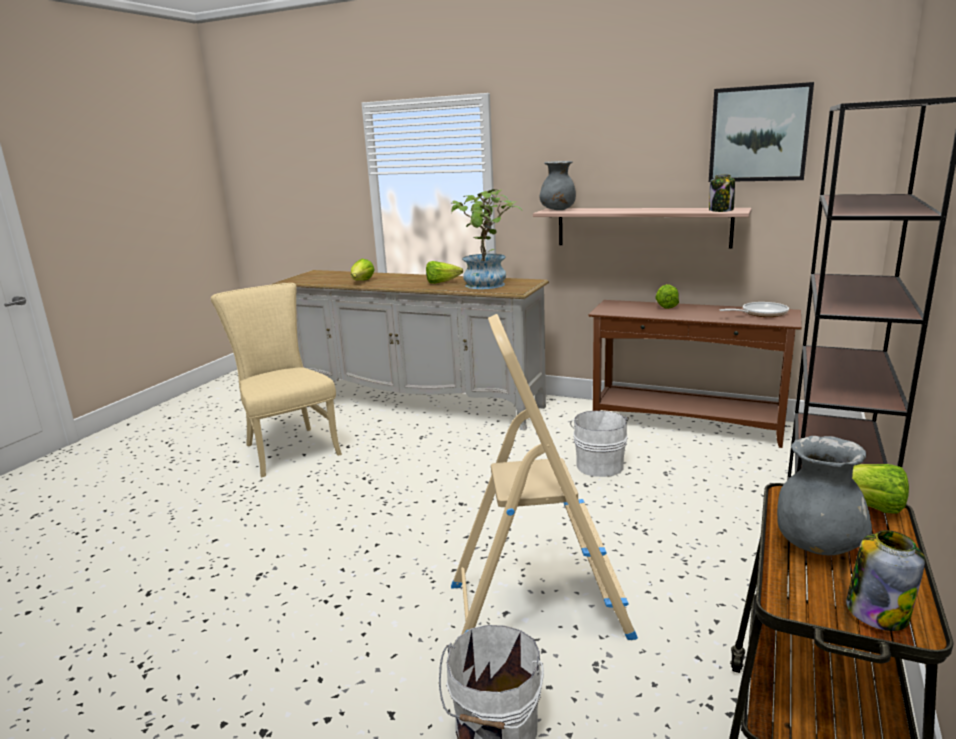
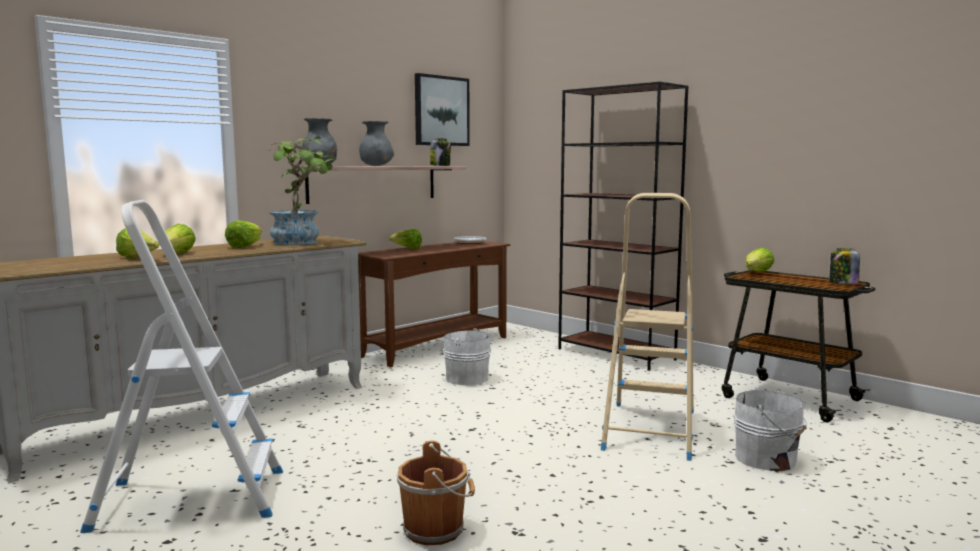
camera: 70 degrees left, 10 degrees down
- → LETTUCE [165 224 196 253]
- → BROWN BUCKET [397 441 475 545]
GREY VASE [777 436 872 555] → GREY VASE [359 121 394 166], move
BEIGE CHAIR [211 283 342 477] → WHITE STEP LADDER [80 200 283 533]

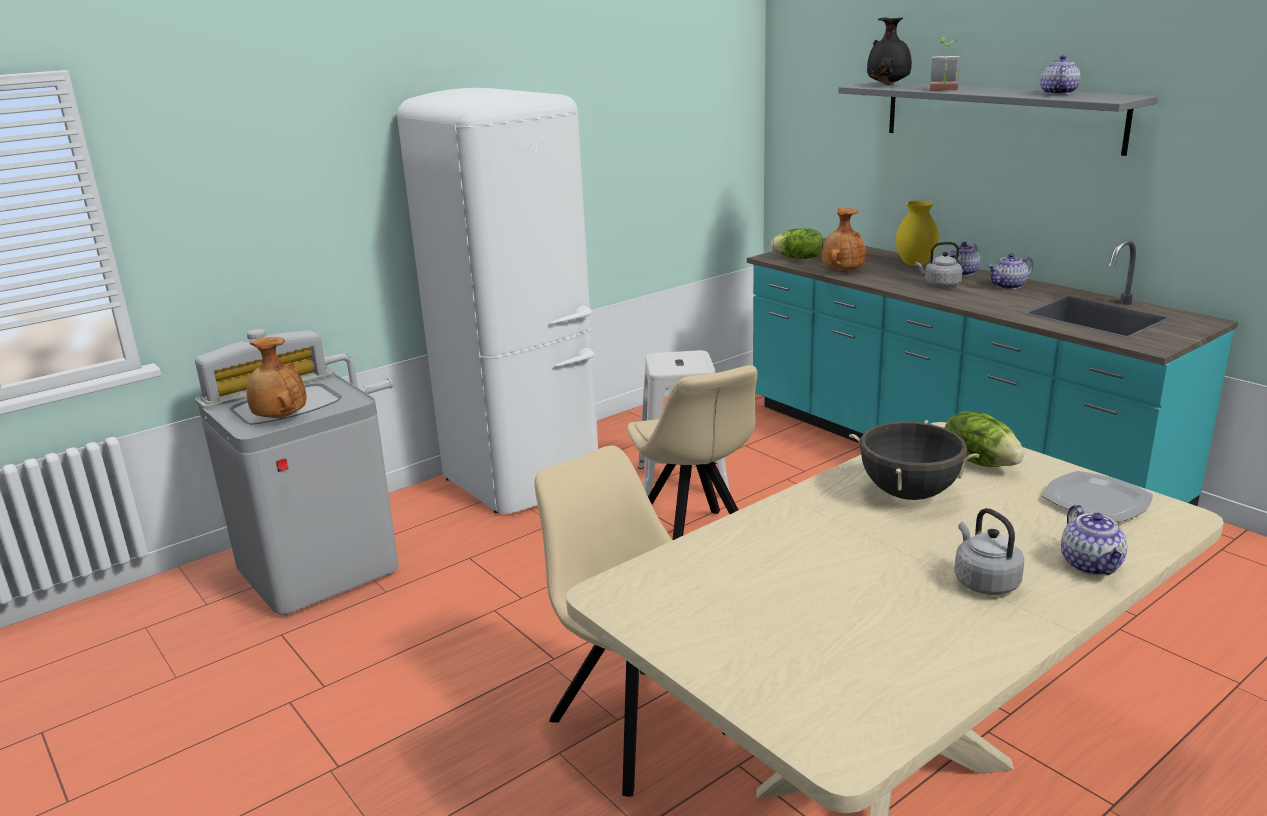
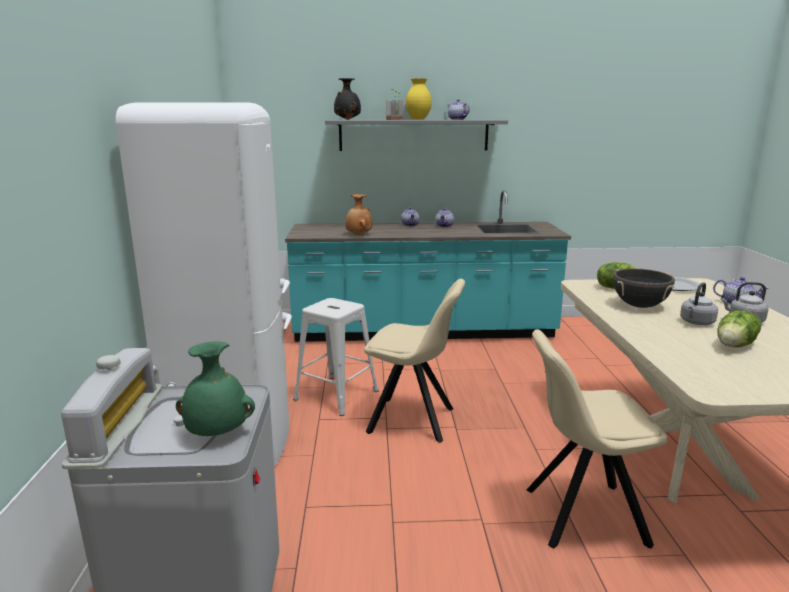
camera: 55 degrees left, 5 degrees down
LETTUCE [770 228 824 259] → LETTUCE [717 310 761 347], move
YELLOW VASE [896 201 939 266] → YELLOW VASE [406 78 432 120], move
GREY KETTLE [915 242 962 288] → GREY KETTLE [680 282 718 325], move
BROWN VASE [247 337 306 418] → GREEN VASE [176 341 255 436]

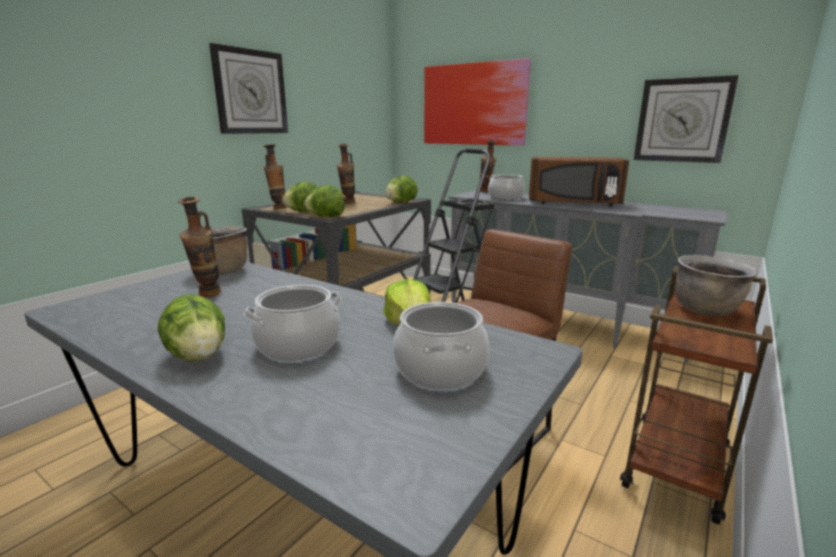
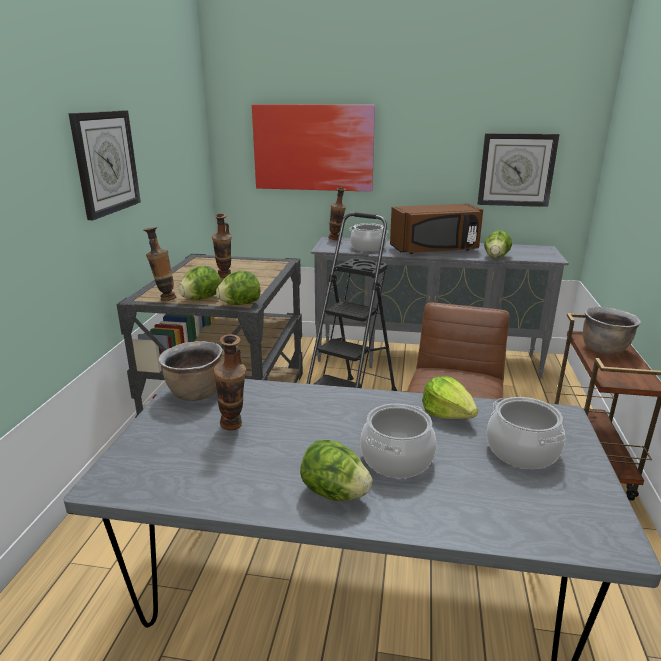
camera: 25 degrees left, 5 degrees up
LETTUCE [385 175 418 203] → LETTUCE [484 230 512 258], move

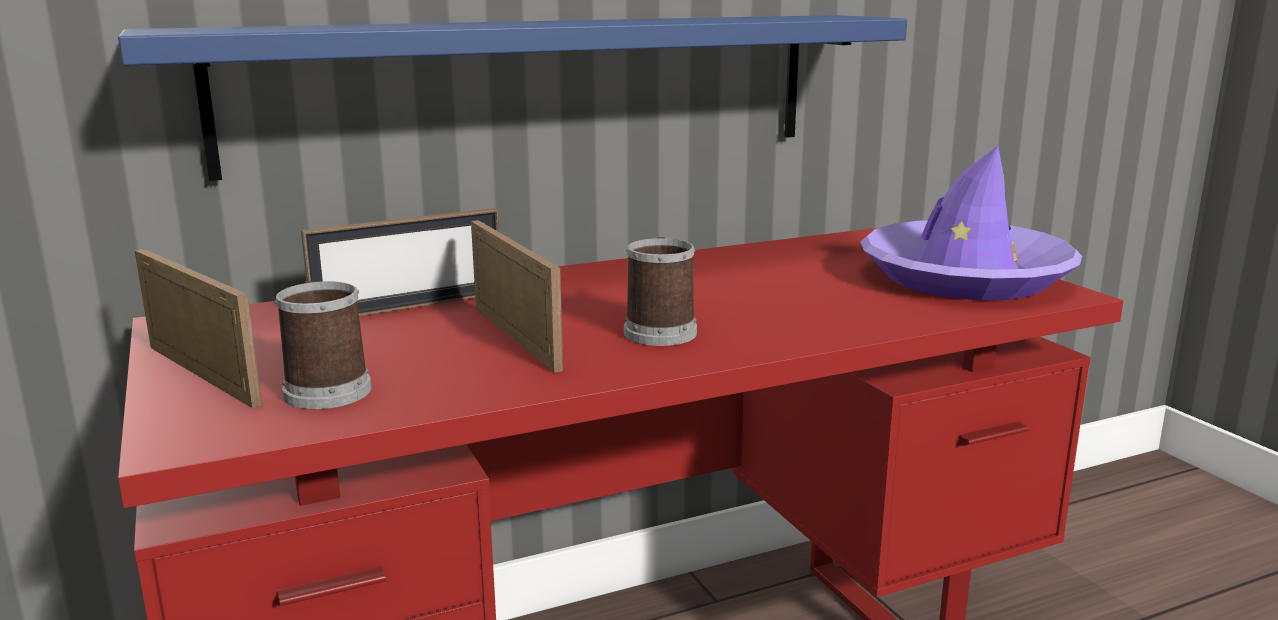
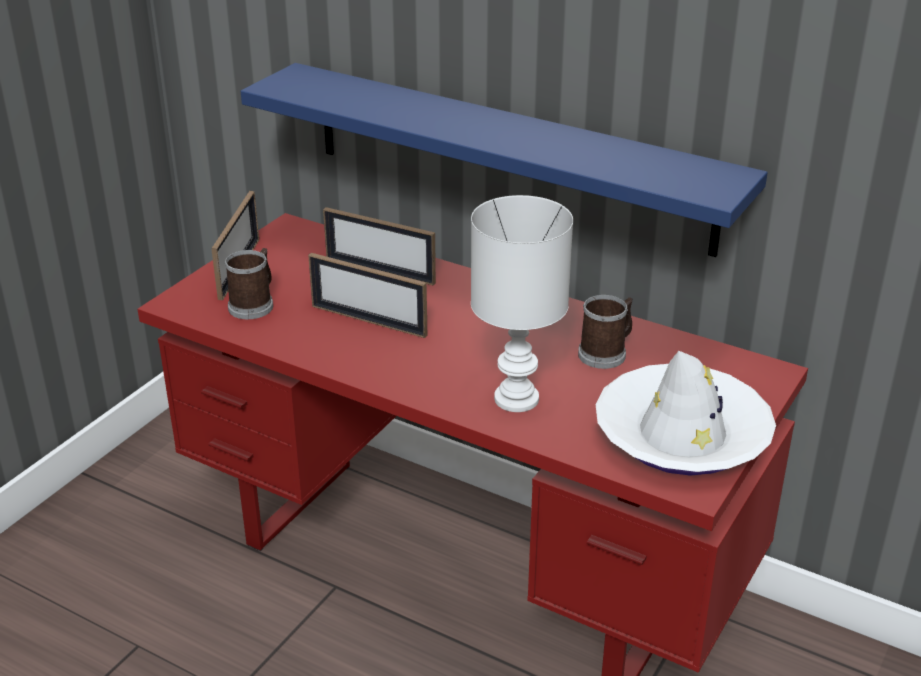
camera: 55 degrees right, 15 degrees up
- → WHITE TABLE LAMP [471 195 573 412]
MUG [624 237 697 346] → MUG [578 295 633 369], move
PURPLE HAT [860 146 1082 300] → WHITE HAT [595 351 776 476]
PICTURE FRAME [471 220 563 373] → PICTURE FRAME [308 253 427 338], 90 degrees clockwise

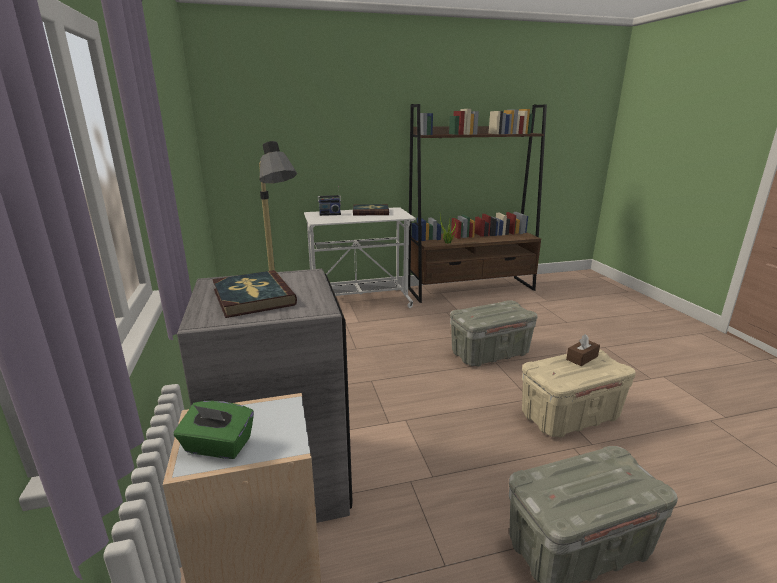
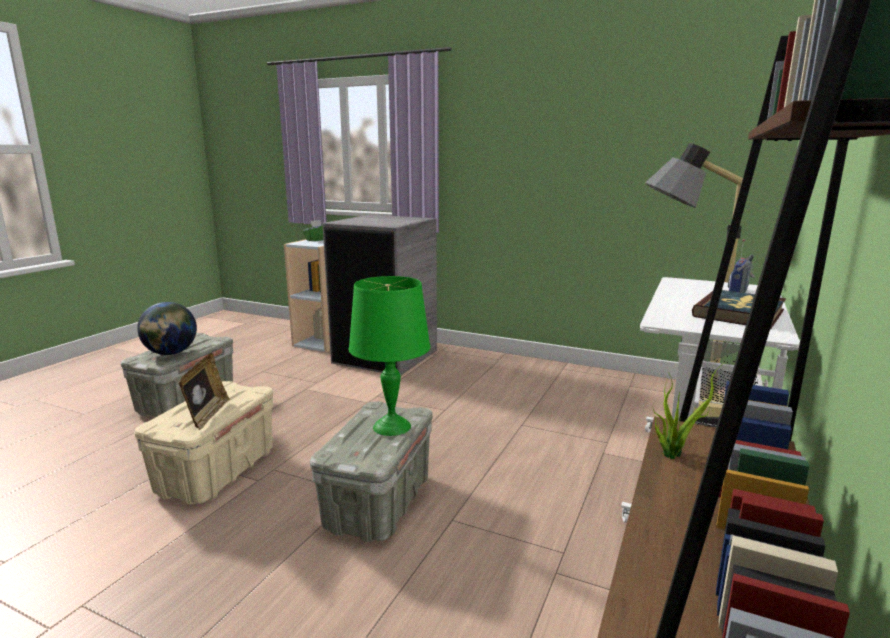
camera: 130 degrees right, 5 degrees down
BOOK [212 270 297 318] → -
- → GLOBE [137 302 197 355]
- → GREEN TABLE LAMP [349 276 430 436]
BROWN TISSUE BOX [566 334 600 366] → PICTURE FRAME [179 353 230 430]

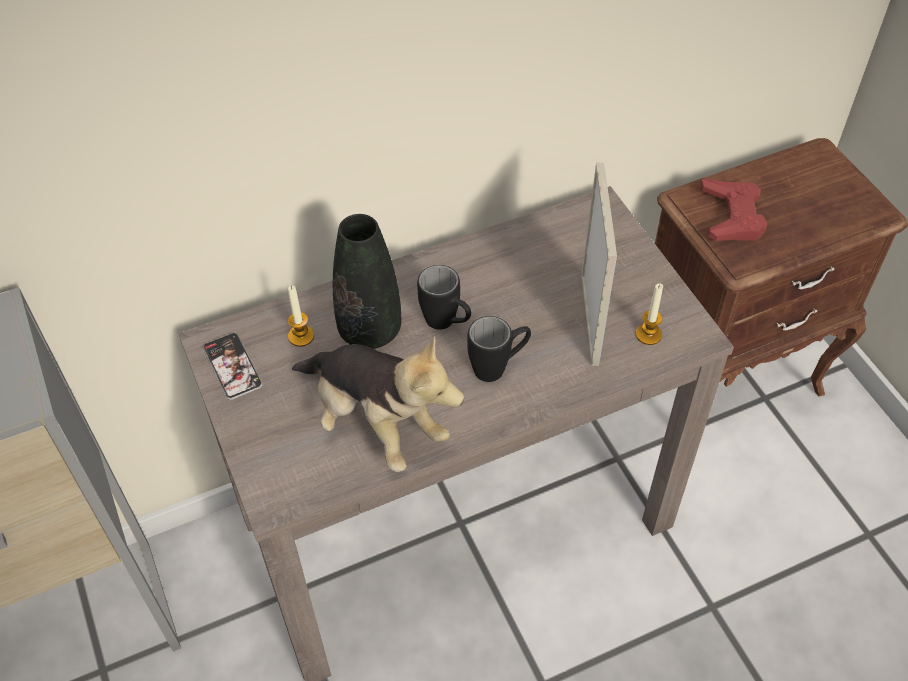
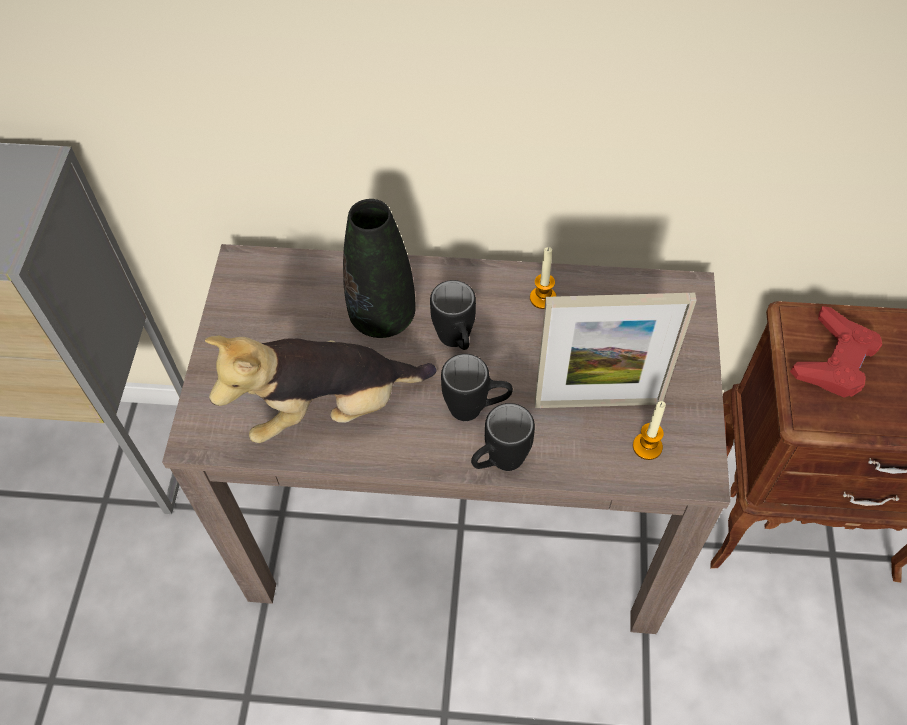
camera: 30 degrees right, 5 degrees up
PHONE [203 333 262 400] → -
- → BLACK MUG [471 403 535 471]
CANDLE [288 286 314 347] → CANDLE [530 247 557 309], move
PLUSH TOY [292 336 464 472] → PLUSH TOY [205 335 436 443], 90 degrees clockwise
PICTURE FRAME [582 162 617 366] → PICTURE FRAME [534 293 697 408], 60 degrees clockwise

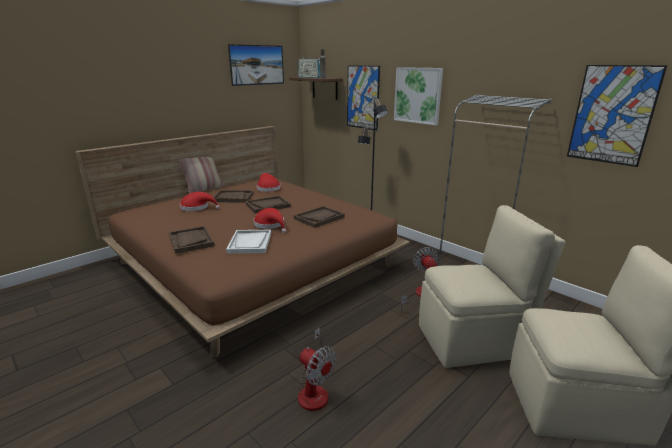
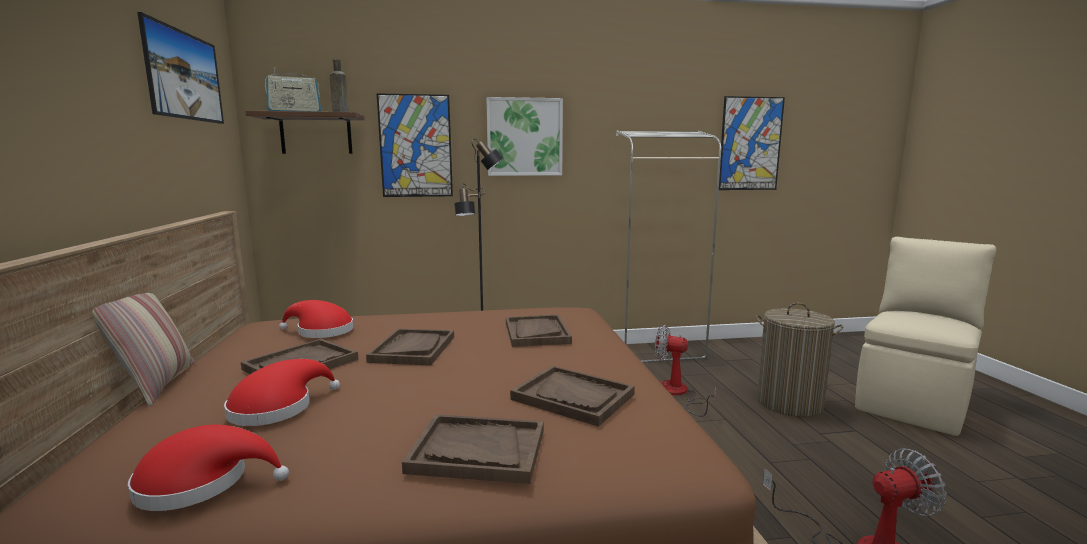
camera: 55 degrees left, 10 degrees down
RED HAT [254 208 286 233] → RED HAT [128 425 289 511], move
BEIGE CHAIR [419 205 566 368] → LAUNDRY BASKET [756 303 844 417]
WHITE TRAY [226 230 271 254] → BROWN TRAY [510 365 635 427]

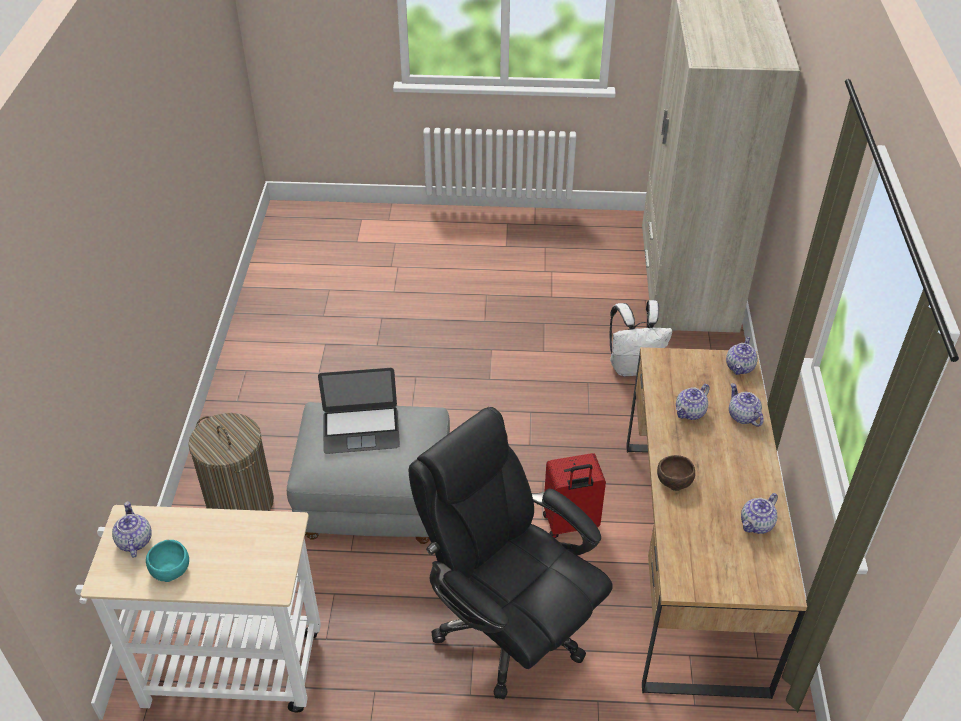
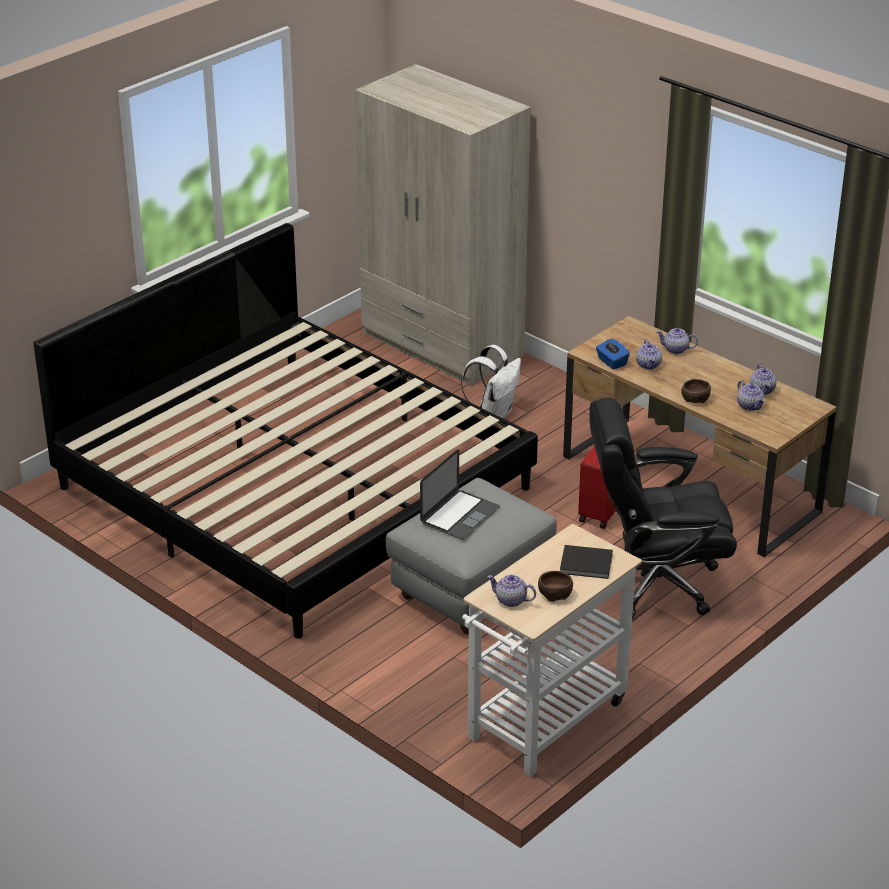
camera: 50 degrees left, 10 degrees down
LAUNDRY BASKET [188 413 274 511] → -
- → BED [33 223 538 639]
- → BLACK BOOK [560 545 613 579]
- → BLUE TISSUE BOX [596 338 630 369]
TEAPOT [726 337 758 375] → TEAPOT [737 380 765 411], move
TURQUOISE BOWL [146 540 189 582] → BROWN BOWL [538 571 573 602]

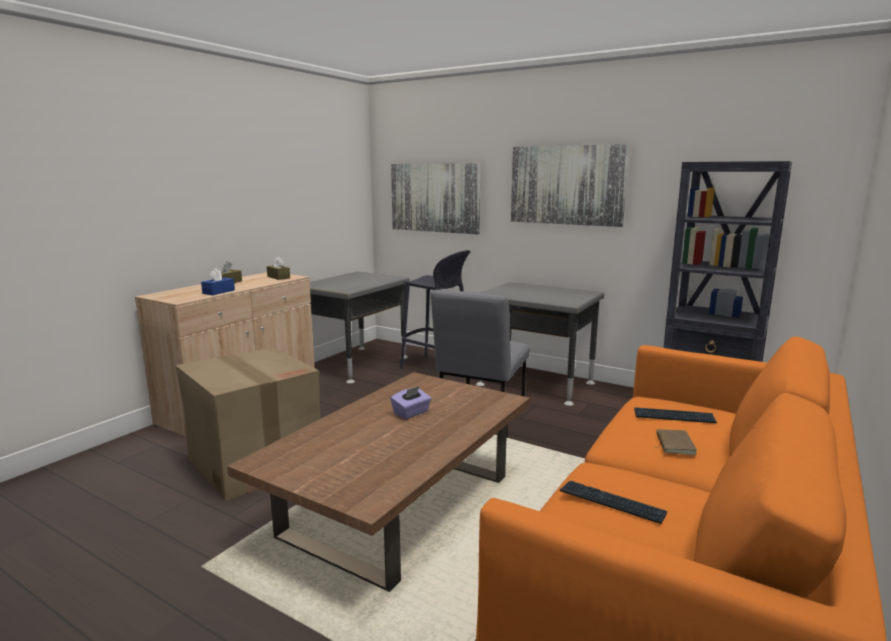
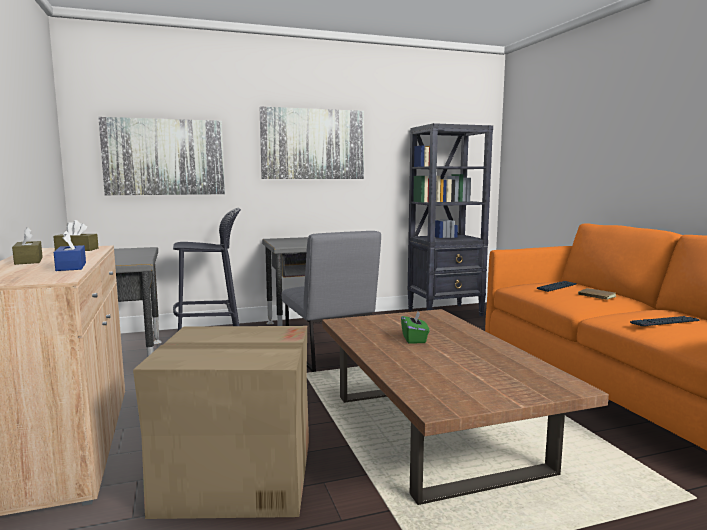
camera: 50 degrees left, 5 degrees down
PURPLE TISSUE BOX [390 386 431 419] → GREEN TISSUE BOX [401 311 429 344]

